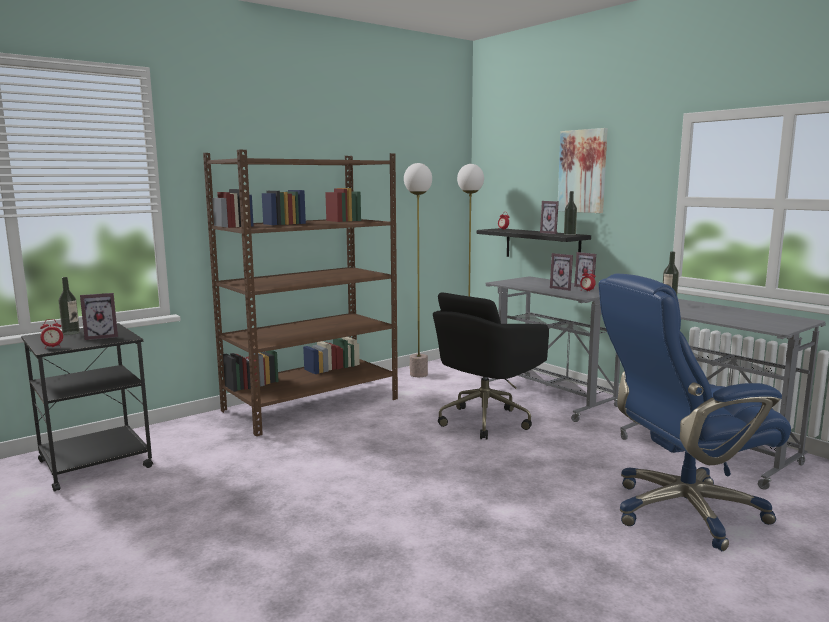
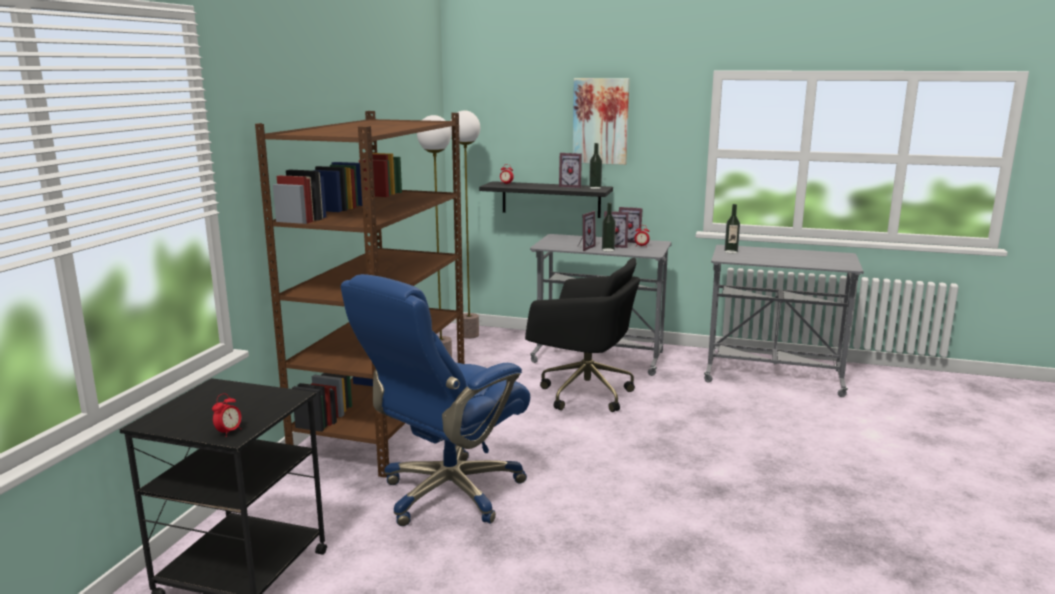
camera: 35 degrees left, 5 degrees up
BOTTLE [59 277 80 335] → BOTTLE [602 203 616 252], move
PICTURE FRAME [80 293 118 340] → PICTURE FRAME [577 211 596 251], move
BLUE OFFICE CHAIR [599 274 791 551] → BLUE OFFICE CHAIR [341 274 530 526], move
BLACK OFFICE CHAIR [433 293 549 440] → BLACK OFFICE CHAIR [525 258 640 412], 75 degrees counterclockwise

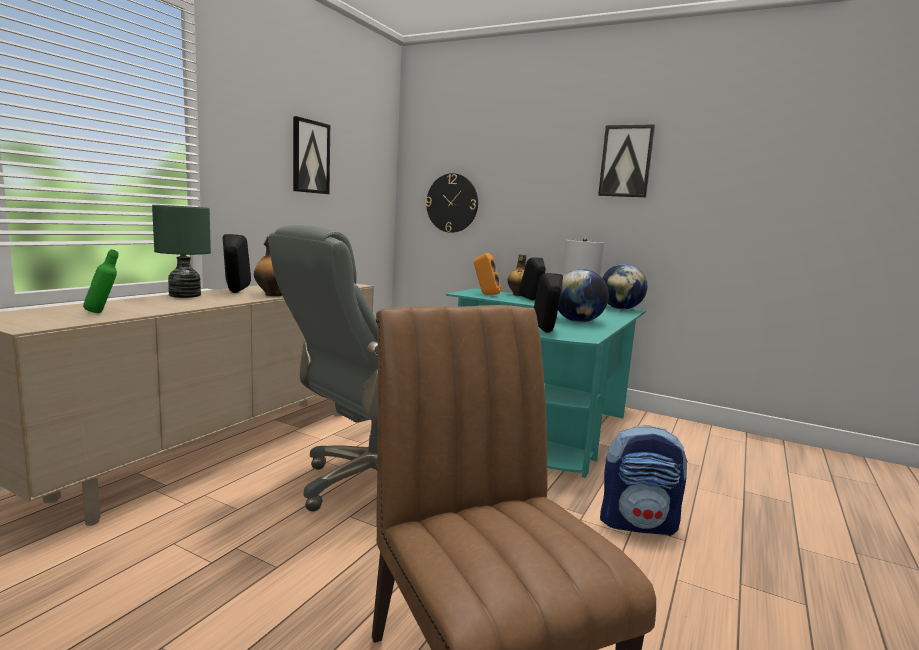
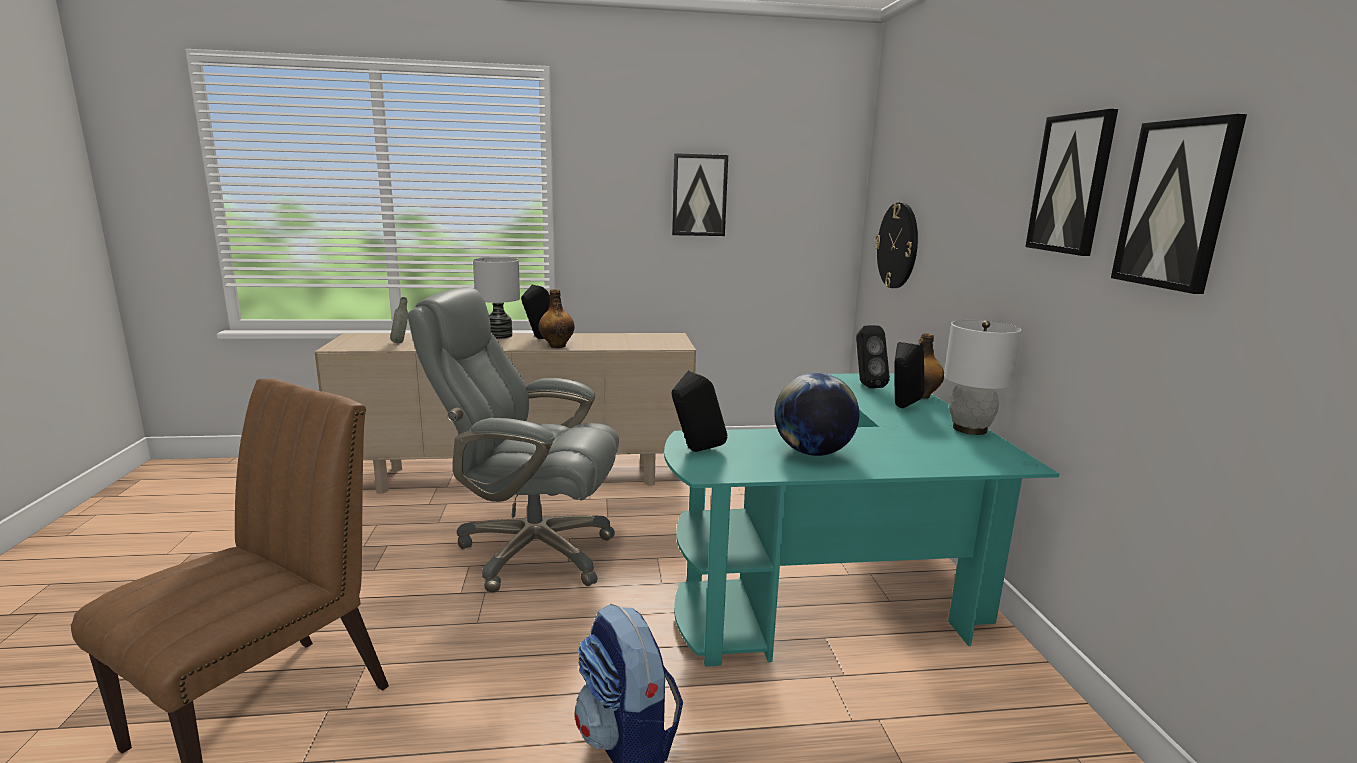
camera: 55 degrees right, 5 degrees up
GLOBE [602 264 647 309] → -
- → PICTURE [1111 114 1247 294]
GREEN BOTTLE [83 249 118 313] → GREY BOTTLE [390 297 408 343]
GREEN TABLE LAMP [152 205 211 298] → GREY TABLE LAMP [473 257 520 339]
ORANGE SPEAKER [474 253 502 295] → BLACK SPEAKER [856 325 890 388]

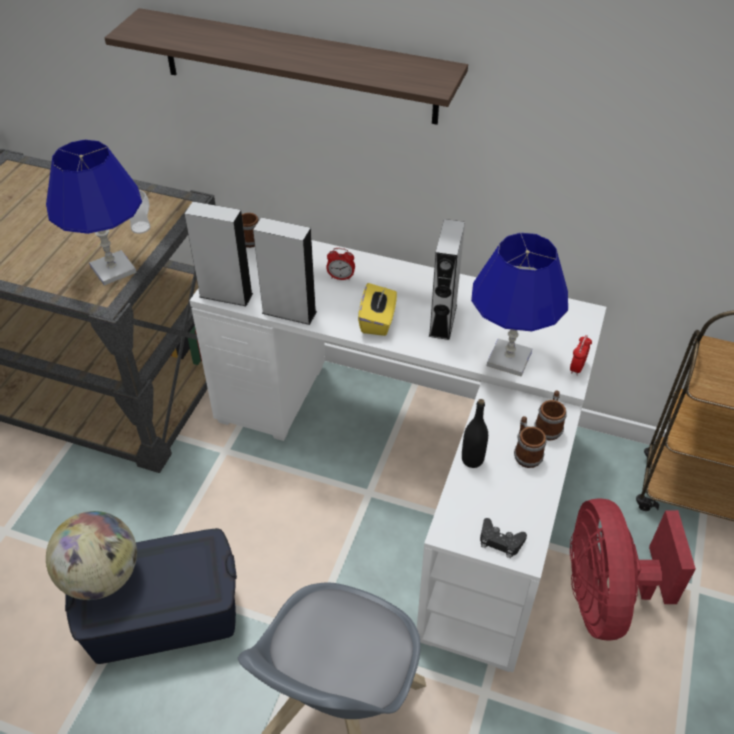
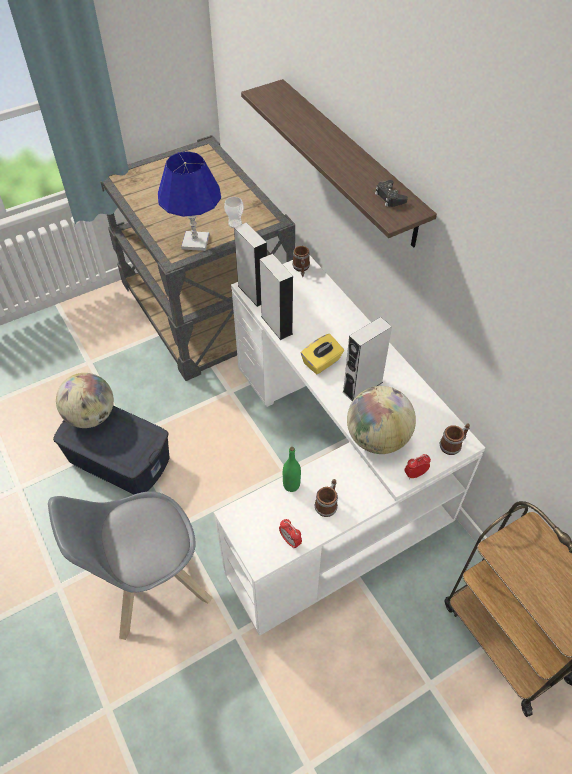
camera: 40 degrees right, 5 degrees up
RED FAN [570 498 696 641] → -
ALARM CLOCK [326 248 355 280] → ALARM CLOCK [279 519 302 549], move
BLACK GAME CONTROLLER [480 518 527 558] → BLACK GAME CONTROLLER [375 180 408 207], move
MUG [534 390 567 441] → MUG [439 424 470 455], move
BLUE TABLE LAMP [471 233 568 377] → GLOBE [347 386 416 454]
BLACK BOTTLE [462 399 488 468] → GREEN BOTTLE [283 447 301 492]

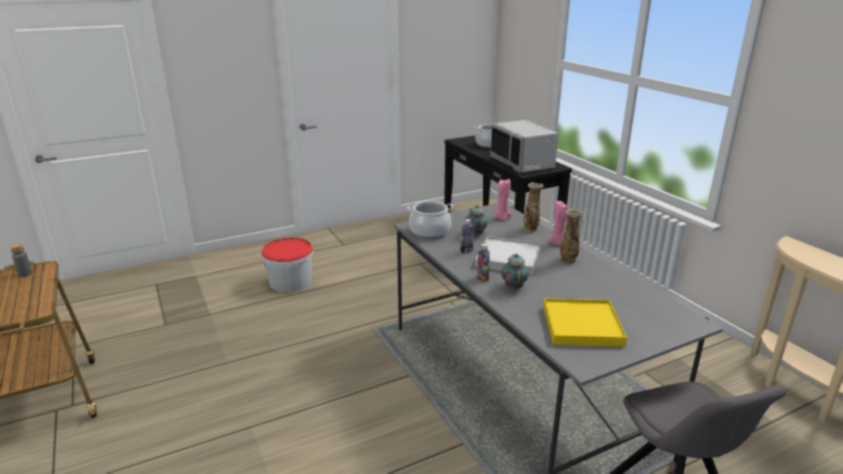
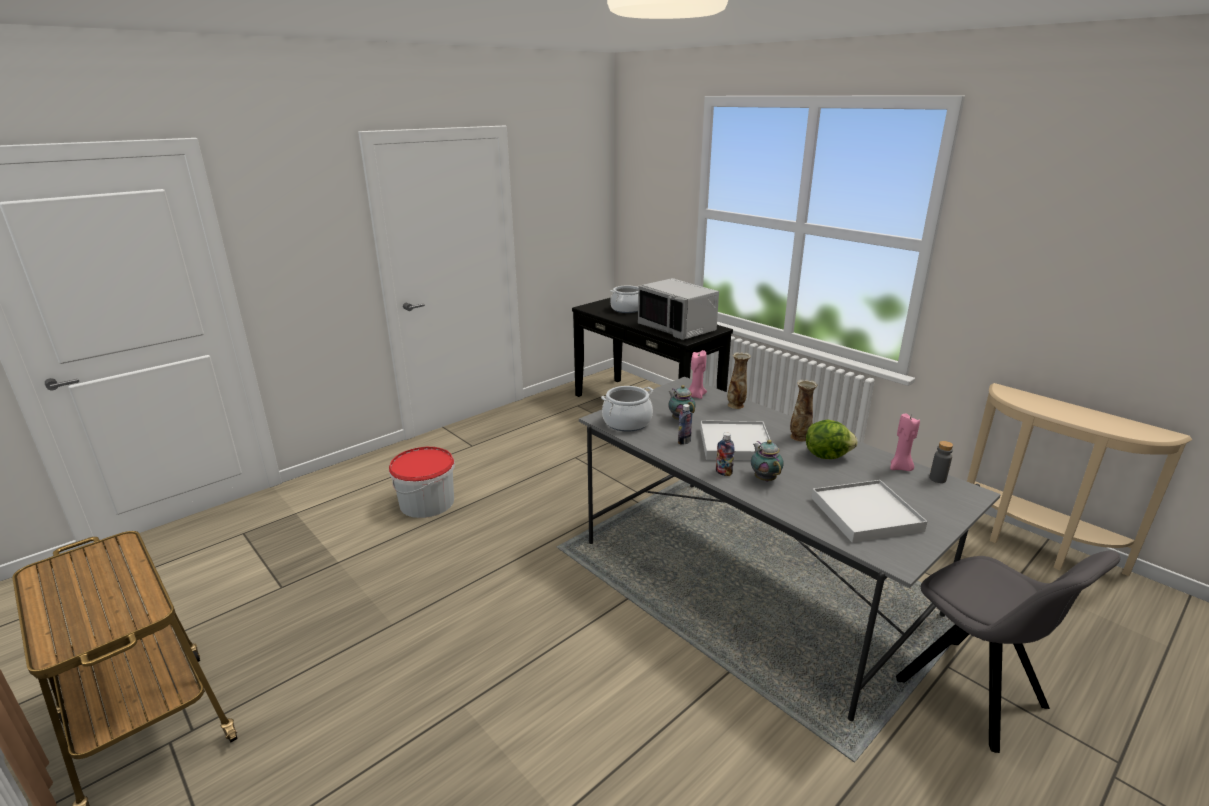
camera: 15 degrees left, 0 degrees up
- → LETTUCE [806 420 858 459]
GREY BOTTLE [11 244 32 277] → GREY BOTTLE [929 441 953 483], move
PINK CANDLE [548 201 568 245] → PINK CANDLE [890 413 920 471], move
YELLOW TRAY [543 299 627 347] → WHITE TRAY [812 480 928 543]

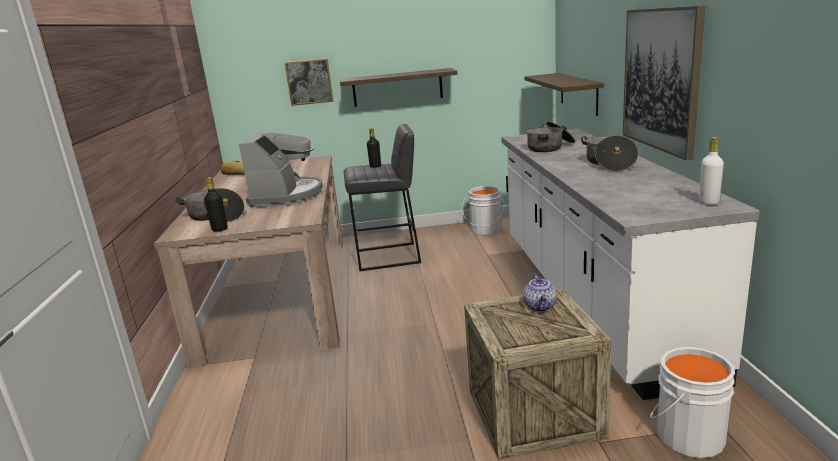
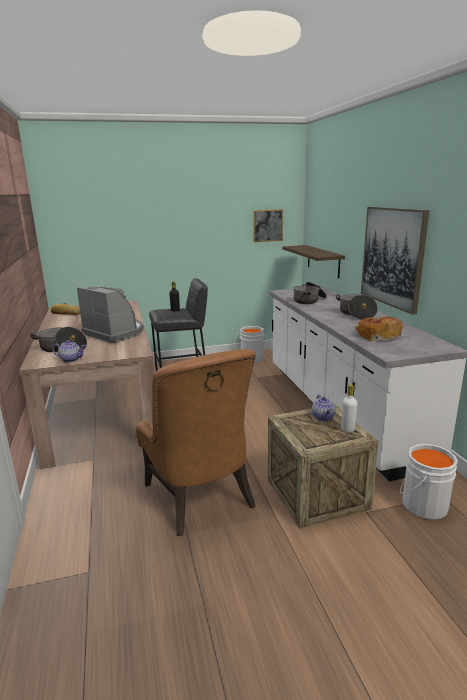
camera: 10 degrees left, 0 degrees up
SHELF [340 68 458 107] → -
- → BROWN CHAIR [136 349 256 536]
- → BREAD [355 317 403 342]
PICTURE [285 58 333 106] → PICTURE [253 209 283 242], move
WHITE BOTTLE [699 137 724 205] → WHITE BOTTLE [341 384 357 433], move
BLACK BOTTLE [204 177 228 232] → TEAPOT [52 340 86 362]
COFFEE MACHINE [239 132 323 208] → COFFEE MACHINE [77 287 144 343], 45 degrees counterclockwise

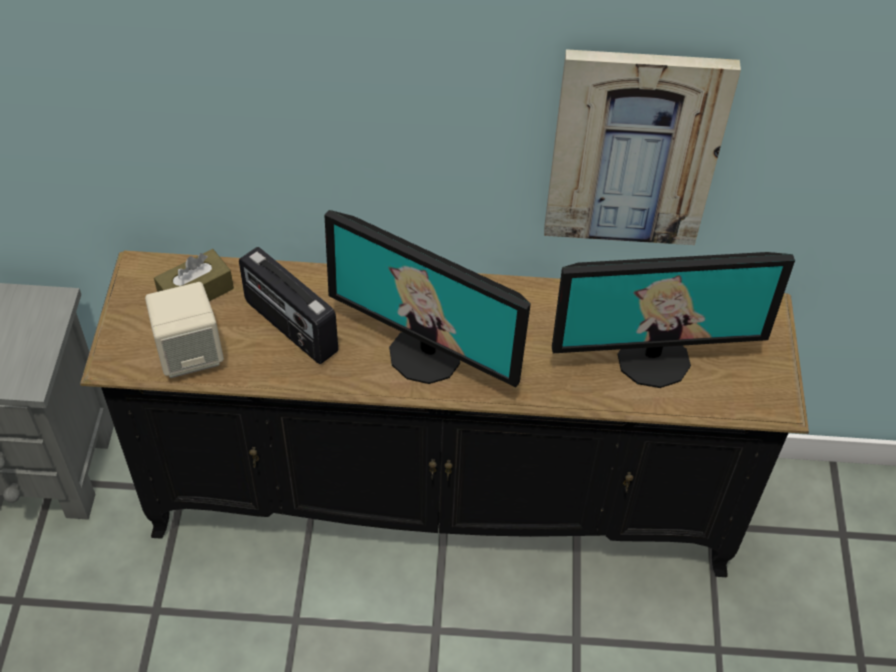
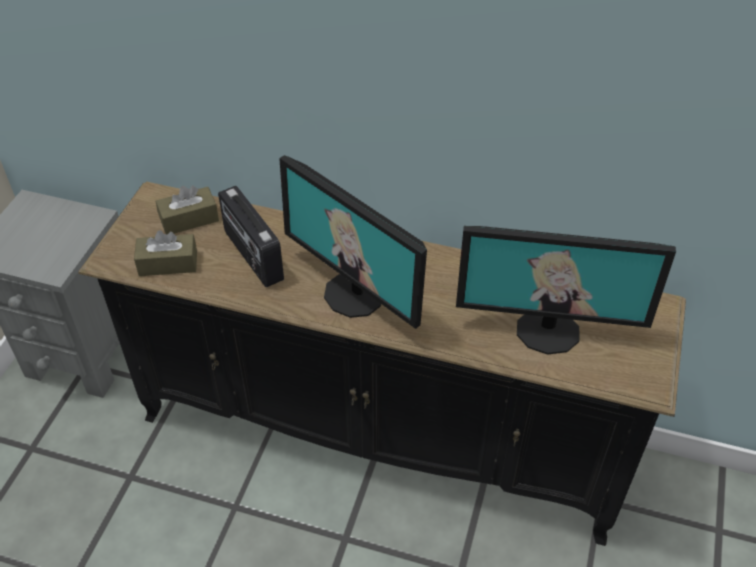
camera: 15 degrees right, 5 degrees down
PICTURE [544 49 741 245] → -
BEIGE SPEAKER [145 282 224 378] → BROWN TISSUE BOX [134 230 197 276]

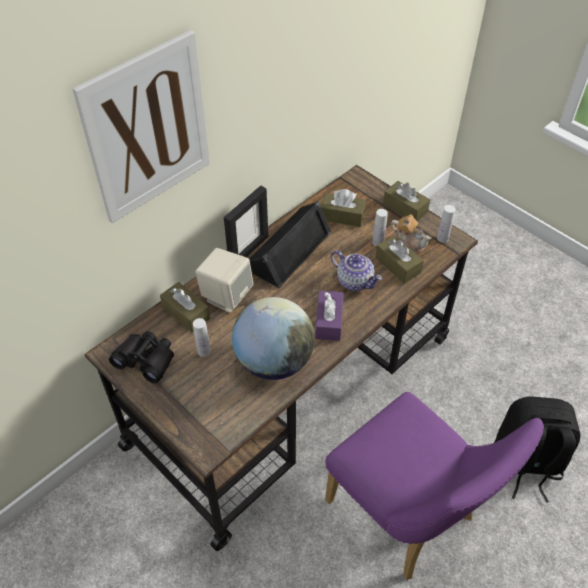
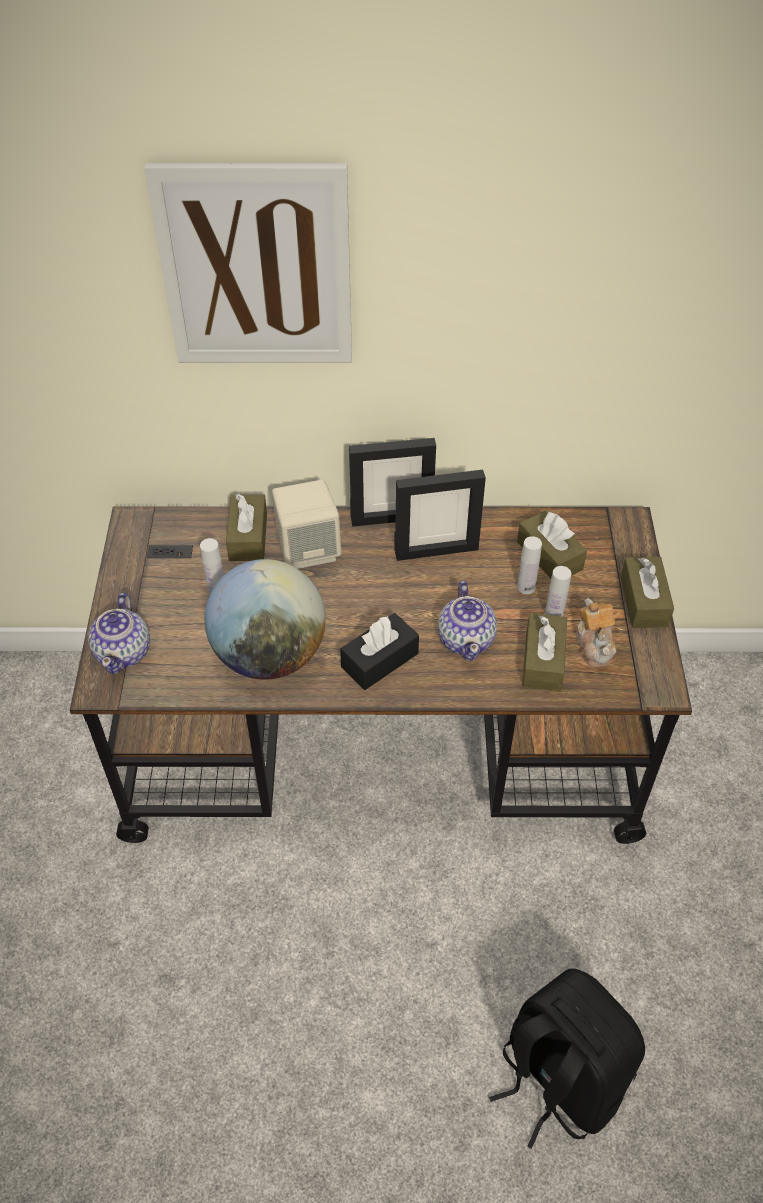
camera: 45 degrees right, 0 degrees up
BLACK BINOCULARS [109 331 174 383] → -
PURPLE CHAIR [325 392 544 580] → -
- → TEAPOT [88 593 150 674]
WHITE BOTTLE [437 205 456 243] → WHITE BOTTLE [517 536 542 594], move
BLACK SPEAKER [249 201 332 288] → PICTURE FRAME [394 470 486 561]
PURPLE TISSUE BOX [315 291 343 341] → BLACK TISSUE BOX [340 613 419 690]

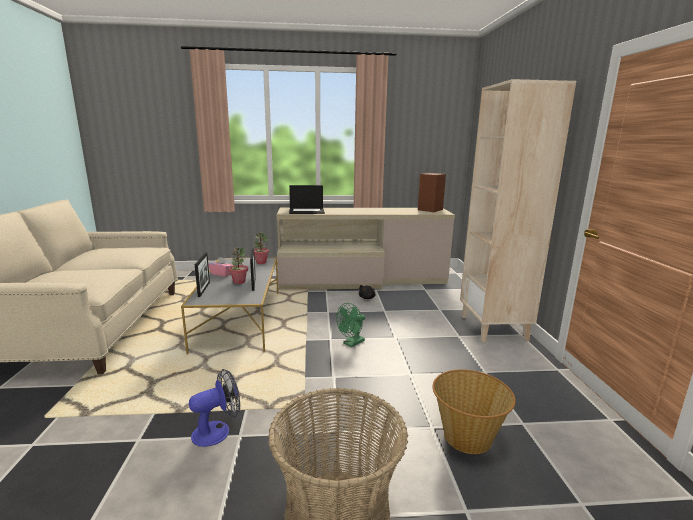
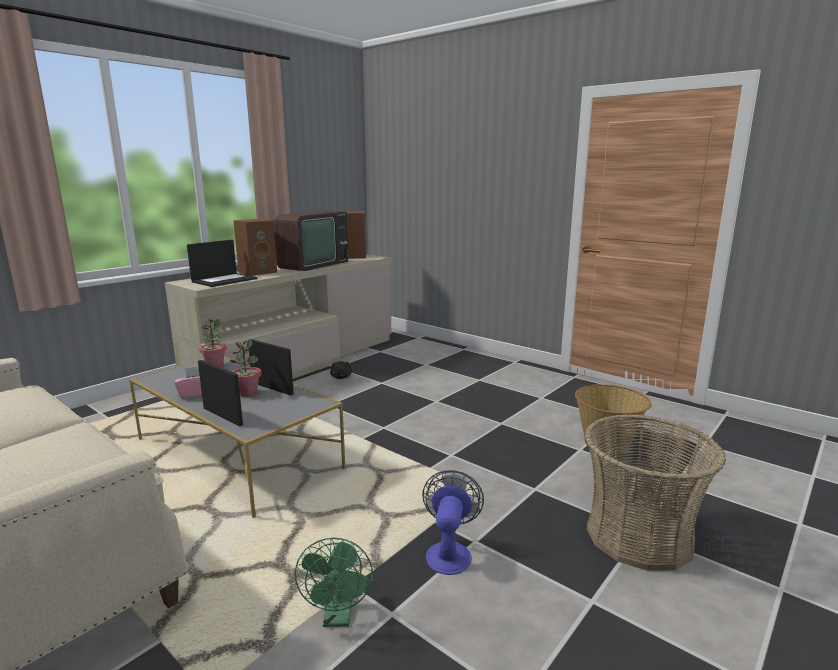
camera: 45 degrees left, 0 degrees up
BEIGE BOOKCASE [460 79 576 342] → -
- → BROWN SPEAKER [233 219 277 276]
- → TELEVISION [274 210 348 271]
GREEN FAN [336 303 365 347] → GREEN FAN [294 538 373 627], move

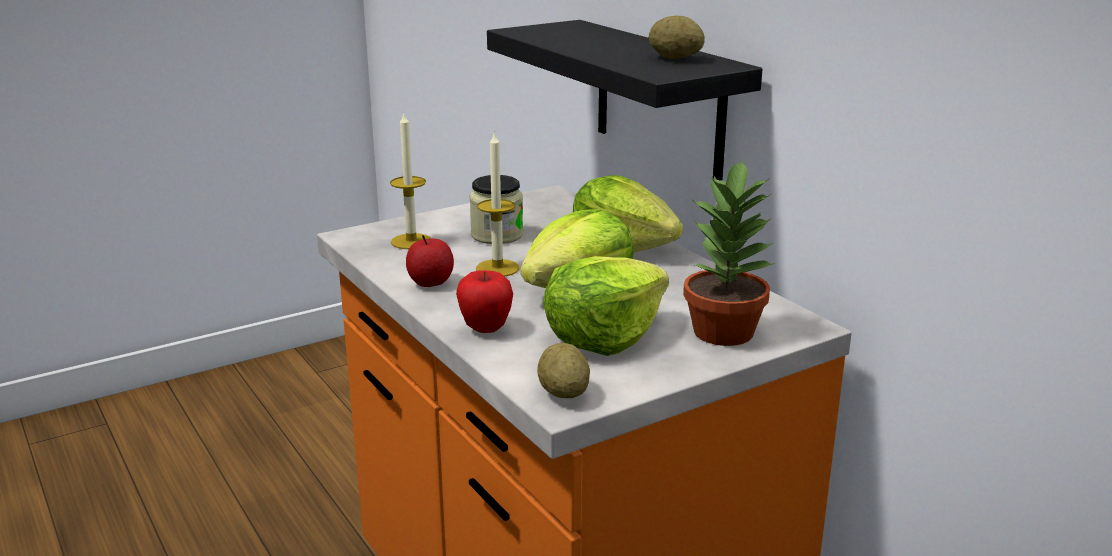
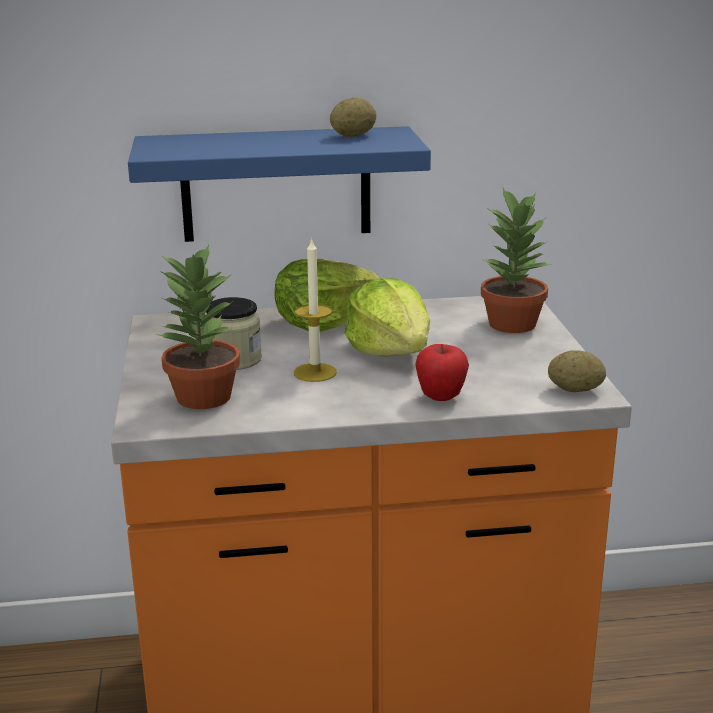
camera: 65 degrees left, 0 degrees up
APPLE [406 235 454 287] → -
LETTUCE [543 256 669 356] → -
CANDLE [390 111 431 249] → POTTED PLANT [156 245 240 409]
BLACK SHELF [487 20 762 180] → BLUE SHELF [128 126 431 242]

